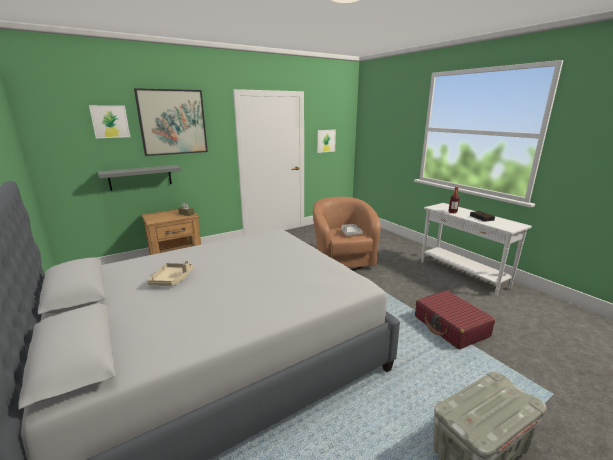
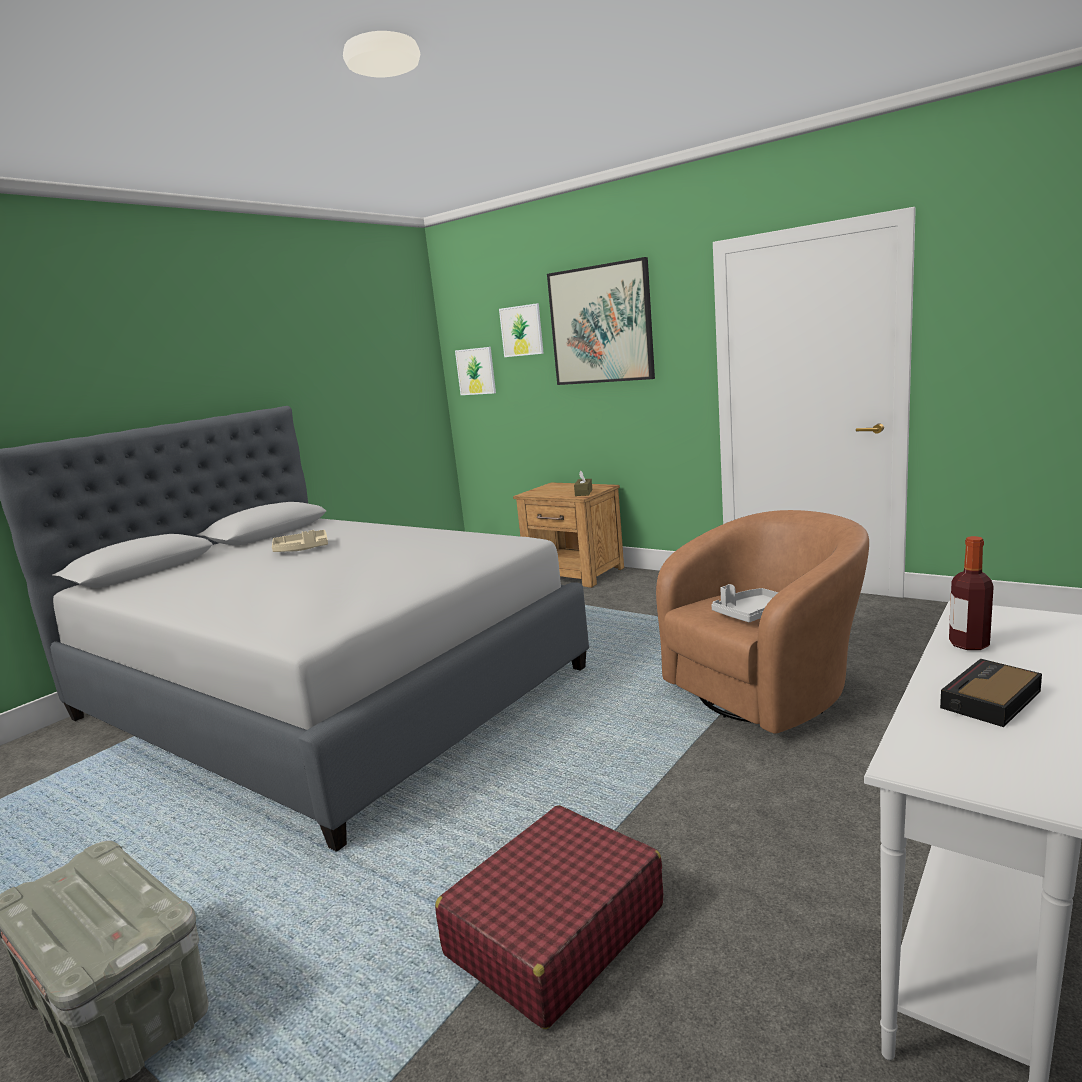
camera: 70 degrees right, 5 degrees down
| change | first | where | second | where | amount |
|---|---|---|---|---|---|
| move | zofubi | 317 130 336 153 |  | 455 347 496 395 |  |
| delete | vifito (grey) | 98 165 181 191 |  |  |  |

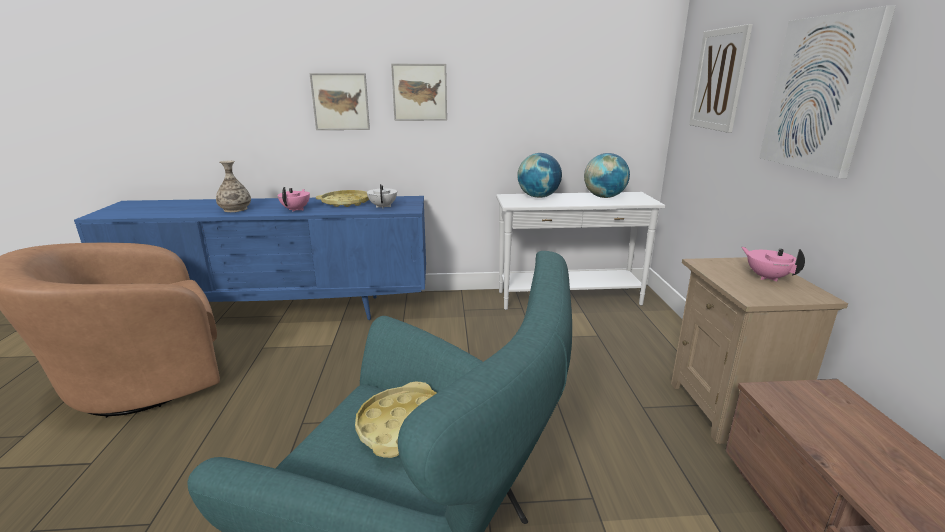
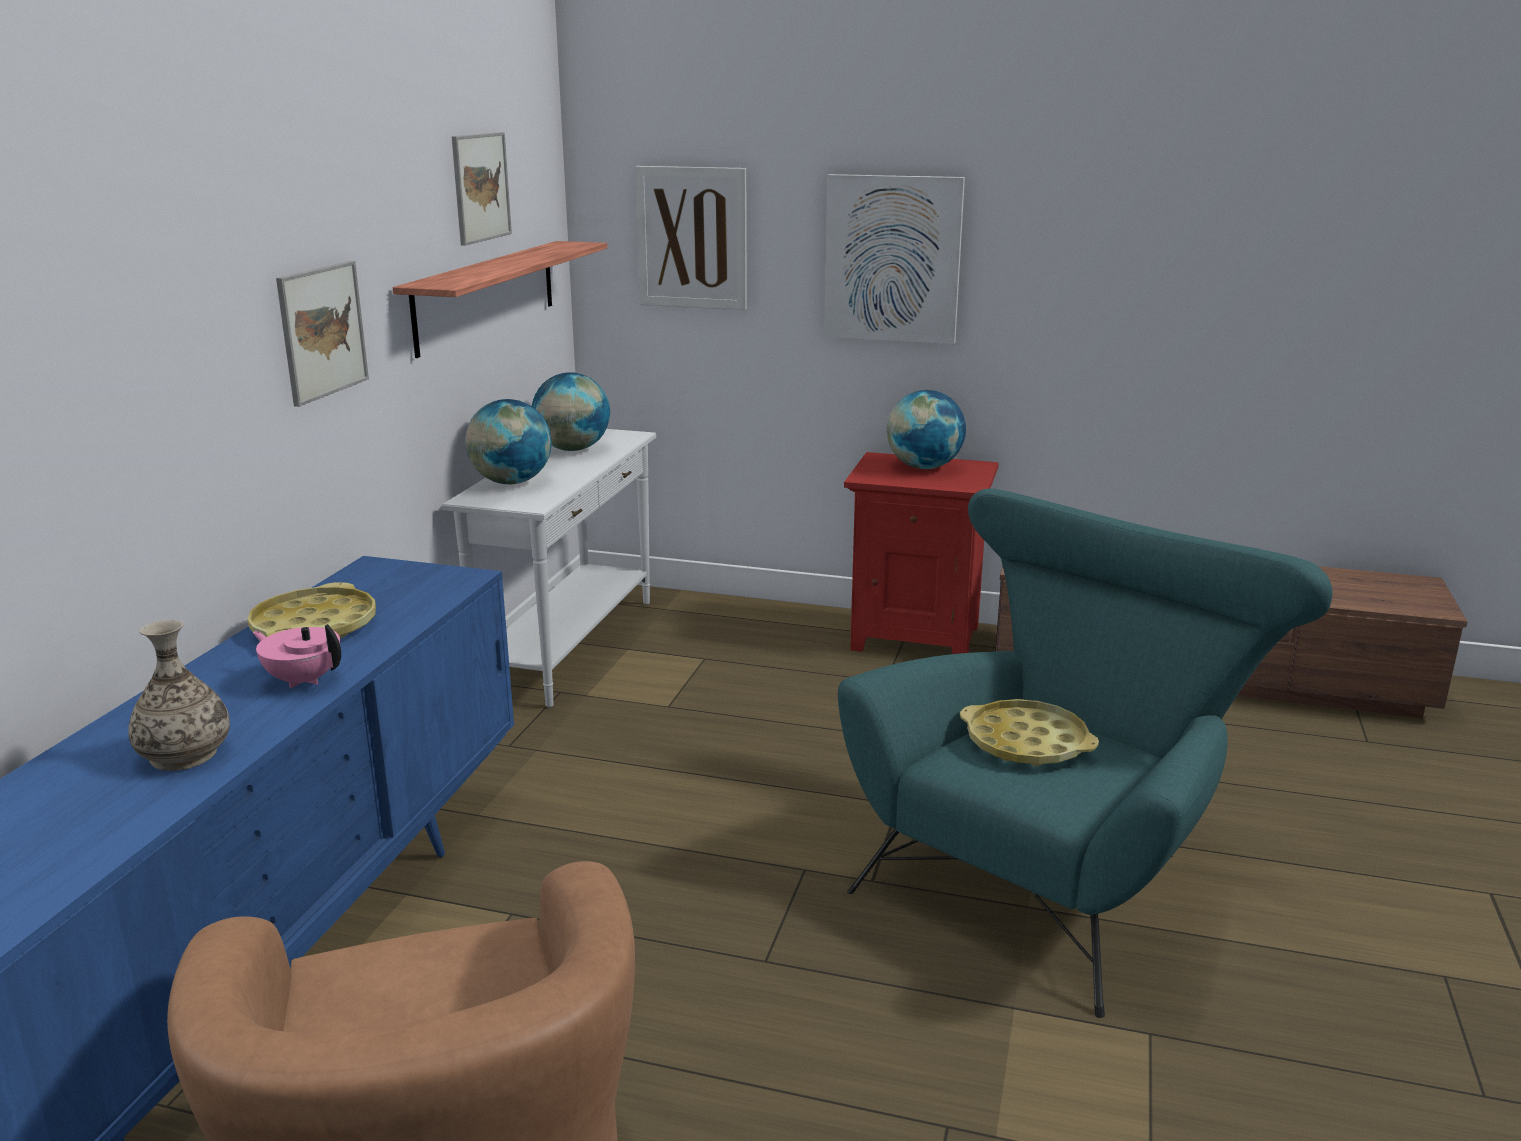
camera: 70 degrees left, 0 degrees up
| change | first | where | second | where | amount |
|---|---|---|---|---|---|
| move | zofubi | 309 73 370 130 |  | 452 132 512 246 |  |
| delete | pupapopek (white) | 367 184 397 207 |  |  |  |
| replace | pupapopek (pink) | 742 247 805 282 | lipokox | 887 390 966 469 |  |
| recolor | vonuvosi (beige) | 671 257 848 444 | vonuvosi (red) | 844 452 999 654 |  |
| insert |  |  | vifito | 393 241 607 358 |  |

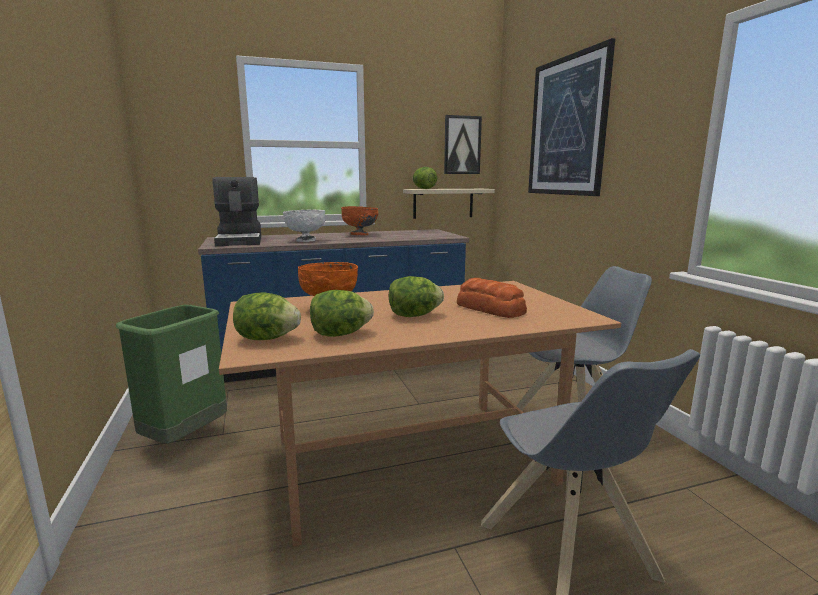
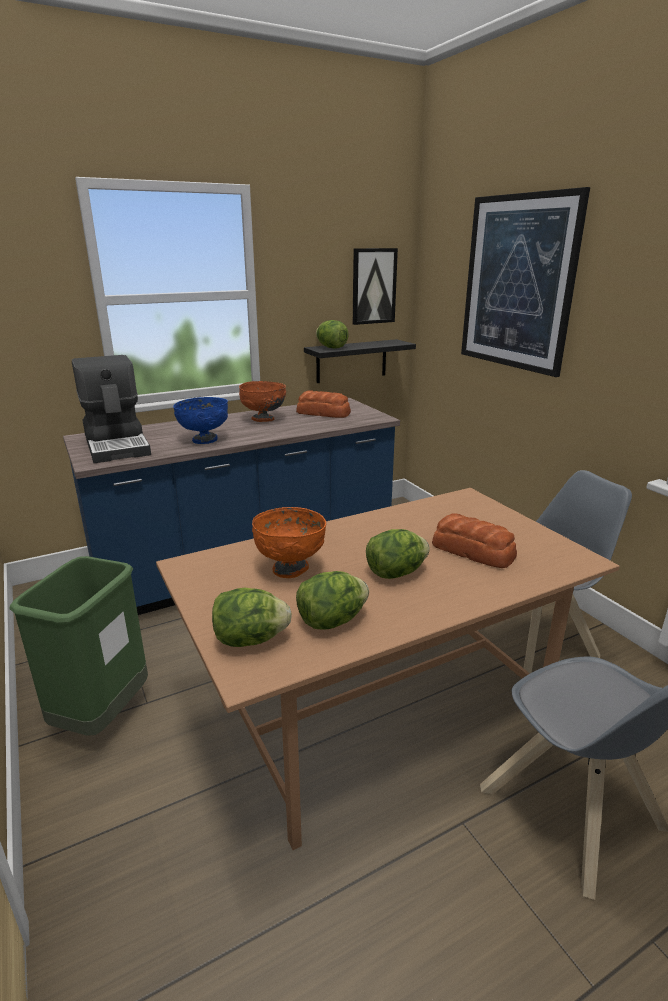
camera: 10 degrees left, 10 degrees up
| change | first | where | second | where | amount |
|---|---|---|---|---|---|
| recolor | vifito (beige) | 403 189 495 219 | vifito (black) | 304 339 416 383 |  |
| recolor | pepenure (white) | 283 210 325 242 | pepenure (blue) | 173 397 228 444 |  |
| insert |  |  | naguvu | 296 390 351 418 |  |

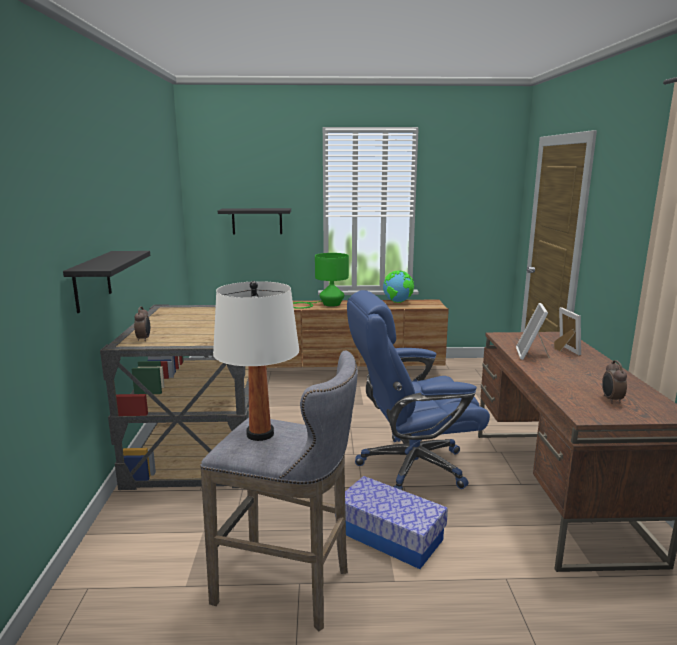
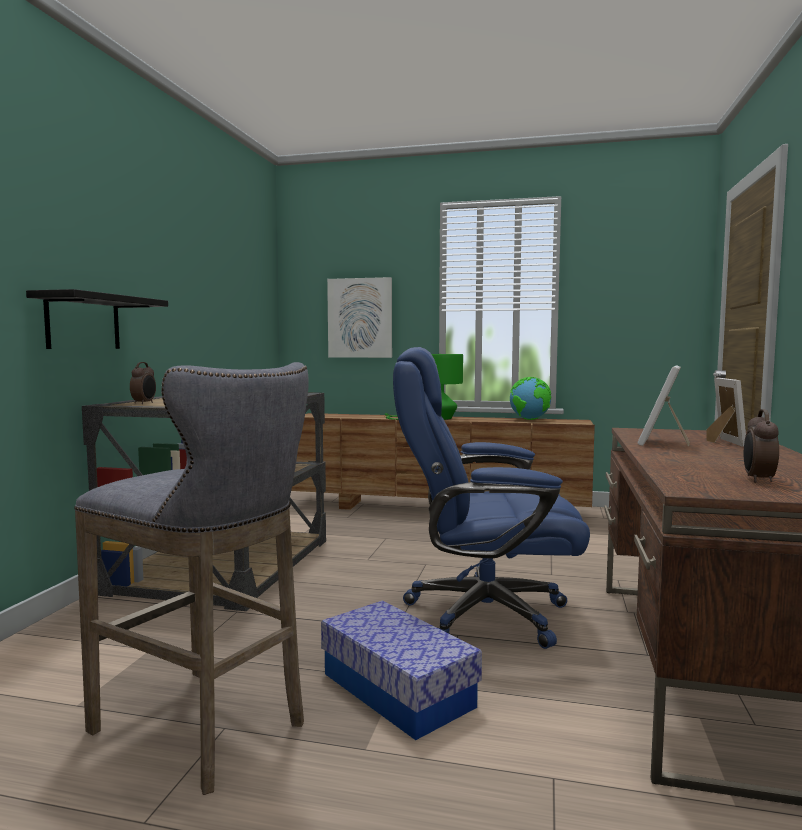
camera: 15 degrees right, 10 degrees down
| change | first | where | second | where | amount |
|---|---|---|---|---|---|
| replace | vifito (black) | 218 208 291 234 | zofubi | 327 277 392 358 |  |
| delete | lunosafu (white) | 213 281 299 441 |  |  |  |

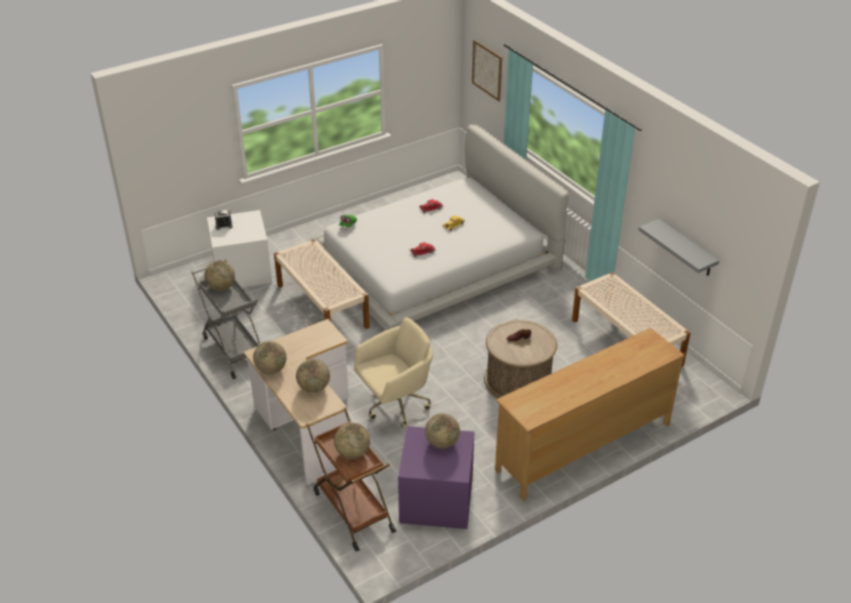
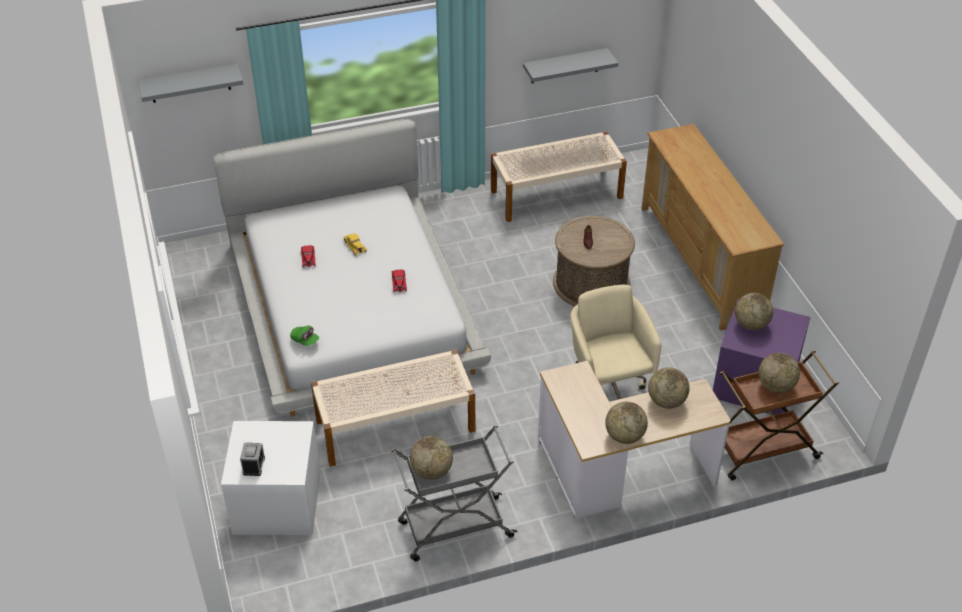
camera: 75 degrees left, 5 degrees up
| change | first | where | second | where | amount |
|---|---|---|---|---|---|
| replace | zofubi | 472 39 502 101 | vifito (grey) | 138 64 243 103 |  |

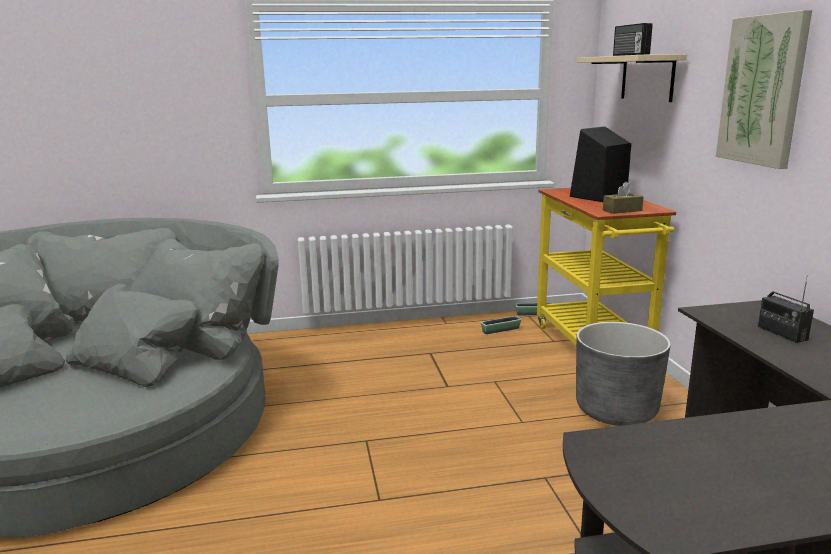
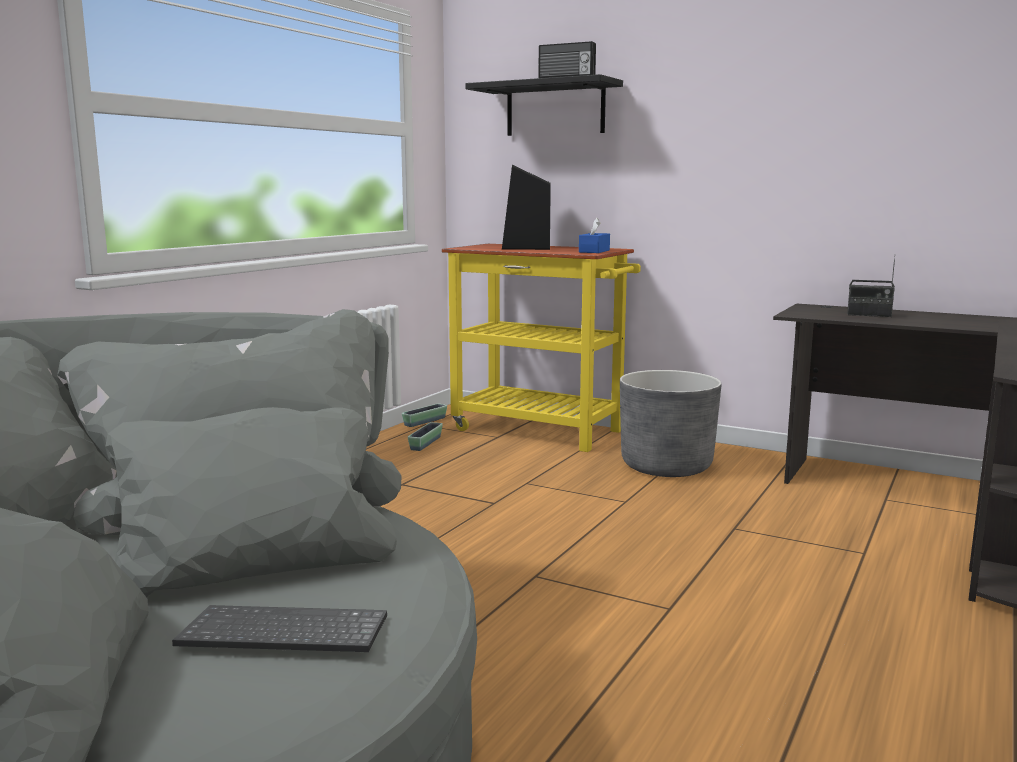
camera: 50 degrees left, 5 degrees down
| change | first | where | second | where | amount |
|---|---|---|---|---|---|
| delete | zofubi | 716 10 812 169 |  |  |  |
| recolor | vifito (beige) | 577 54 687 102 | vifito (black) | 465 74 623 136 |  |
| recolor | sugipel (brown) | 603 182 644 214 | sugipel (blue) | 579 218 610 253 |  |
| insert |  |  | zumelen | 172 605 387 652 |  |

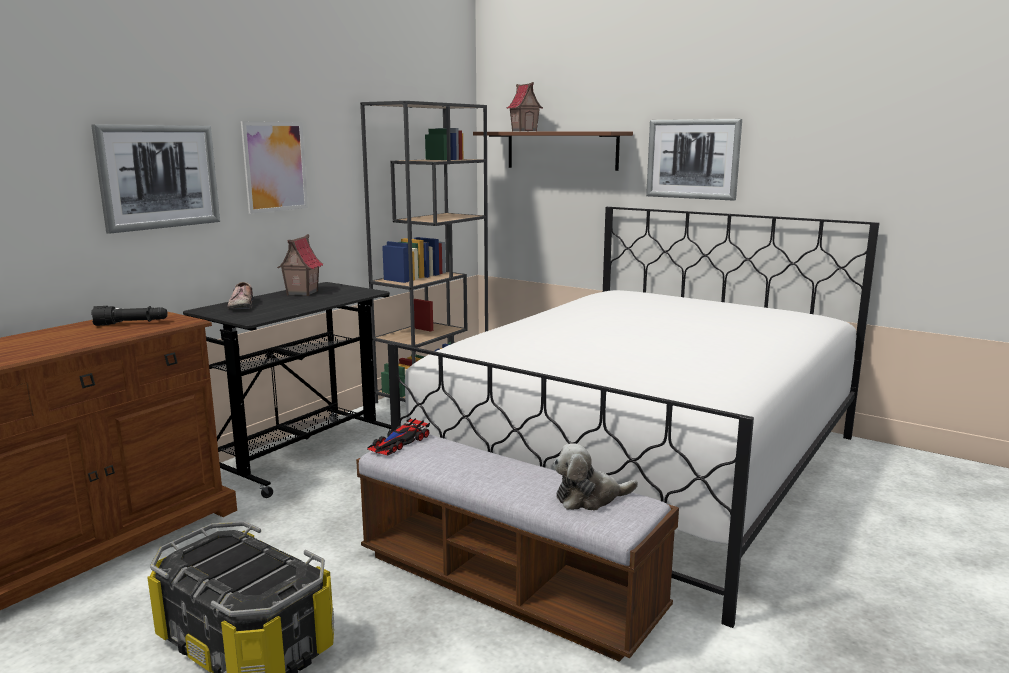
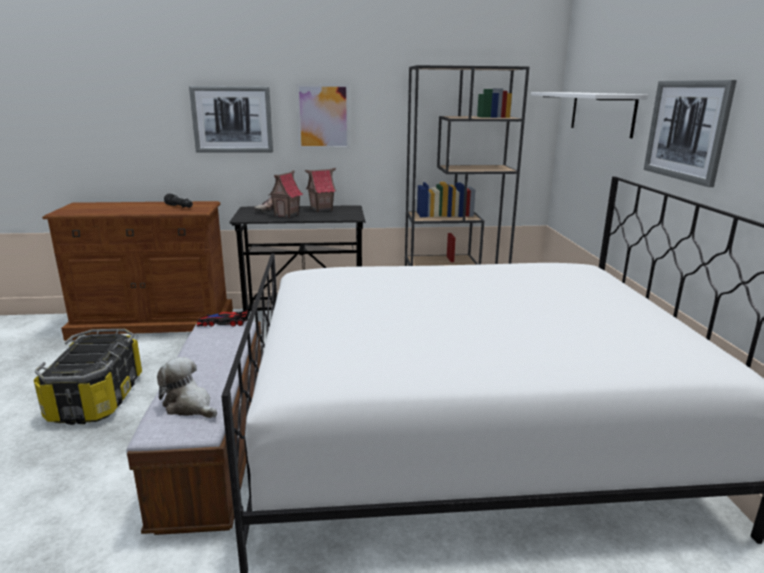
camera: 50 degrees right, 5 degrees up
| change | first | where | second | where | amount |
|---|---|---|---|---|---|
| move | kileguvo | 507 82 543 131 |  | 268 171 303 218 |  |
| recolor | vifito (brown) | 473 131 633 171 | vifito (white) | 531 92 648 138 |  |

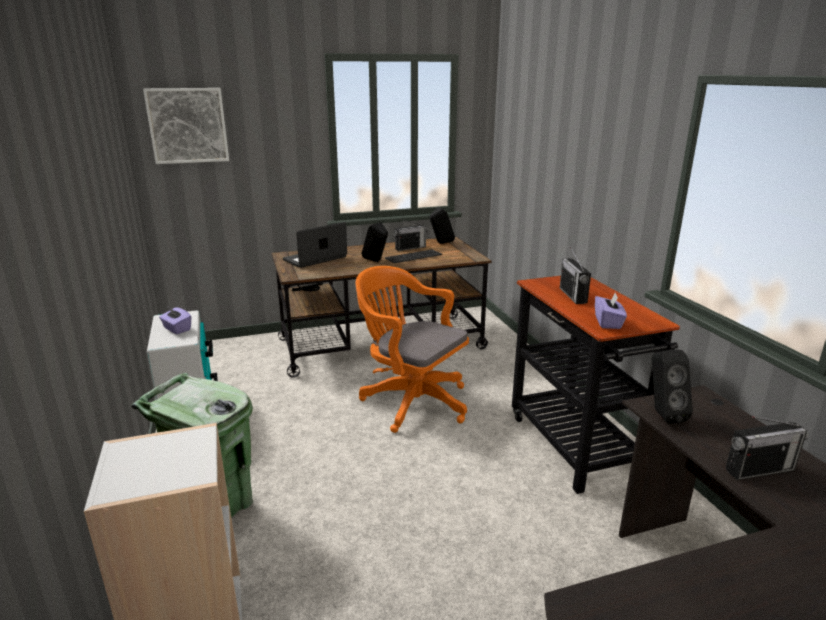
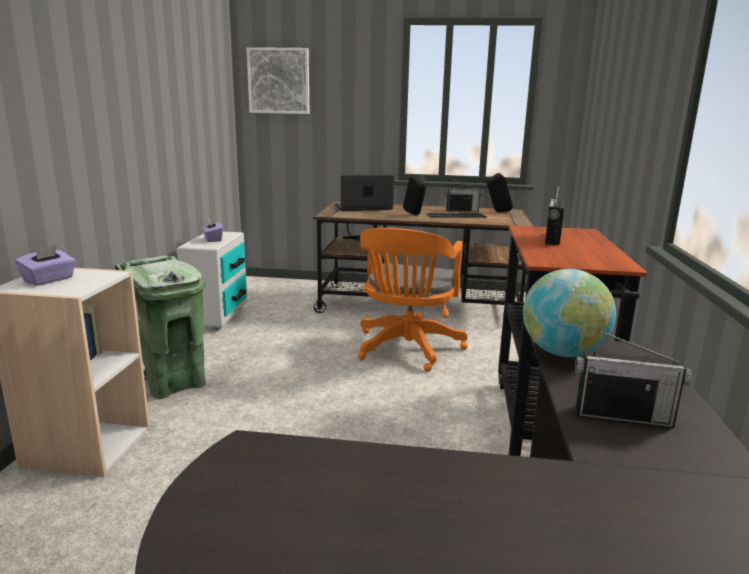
camera: 25 degrees right, 5 degrees down
| change | first | where | second | where | amount |
|---|---|---|---|---|---|
| rotate | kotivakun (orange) | 355 266 469 433 |  | 358 228 468 372 | 135 degrees counterclockwise |
| move | sugipel (purple) | 595 292 627 329 |  | 15 245 76 286 |  |
| replace | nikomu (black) | 652 350 693 424 | lipokox | 523 269 616 357 |  |

